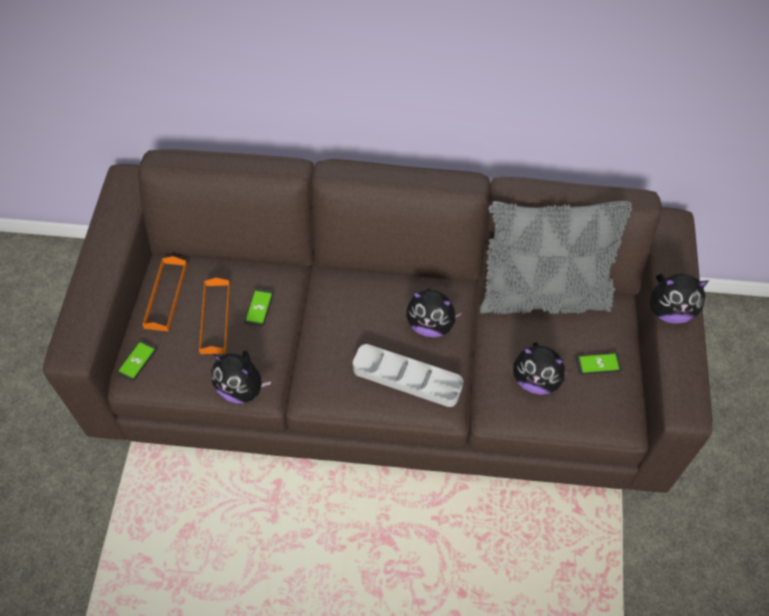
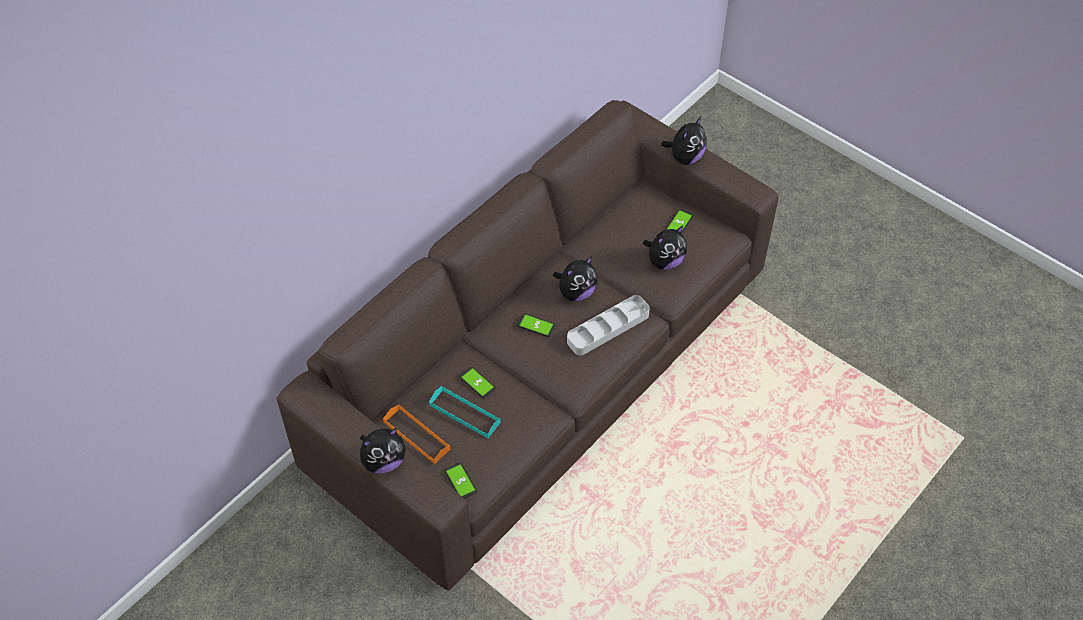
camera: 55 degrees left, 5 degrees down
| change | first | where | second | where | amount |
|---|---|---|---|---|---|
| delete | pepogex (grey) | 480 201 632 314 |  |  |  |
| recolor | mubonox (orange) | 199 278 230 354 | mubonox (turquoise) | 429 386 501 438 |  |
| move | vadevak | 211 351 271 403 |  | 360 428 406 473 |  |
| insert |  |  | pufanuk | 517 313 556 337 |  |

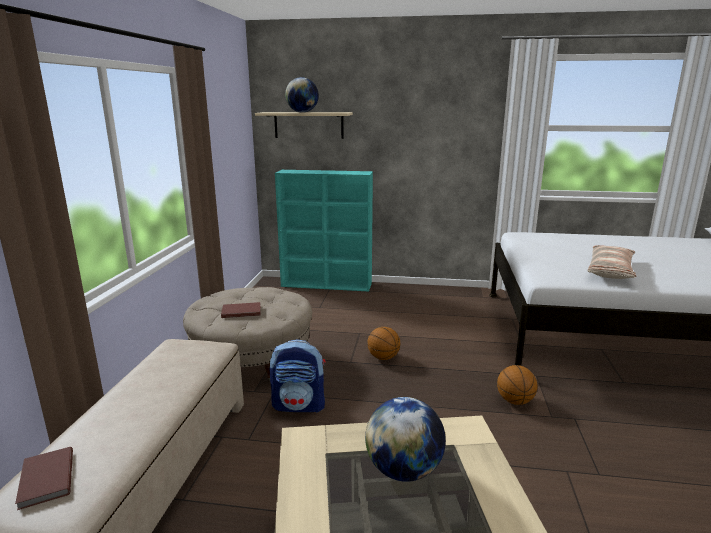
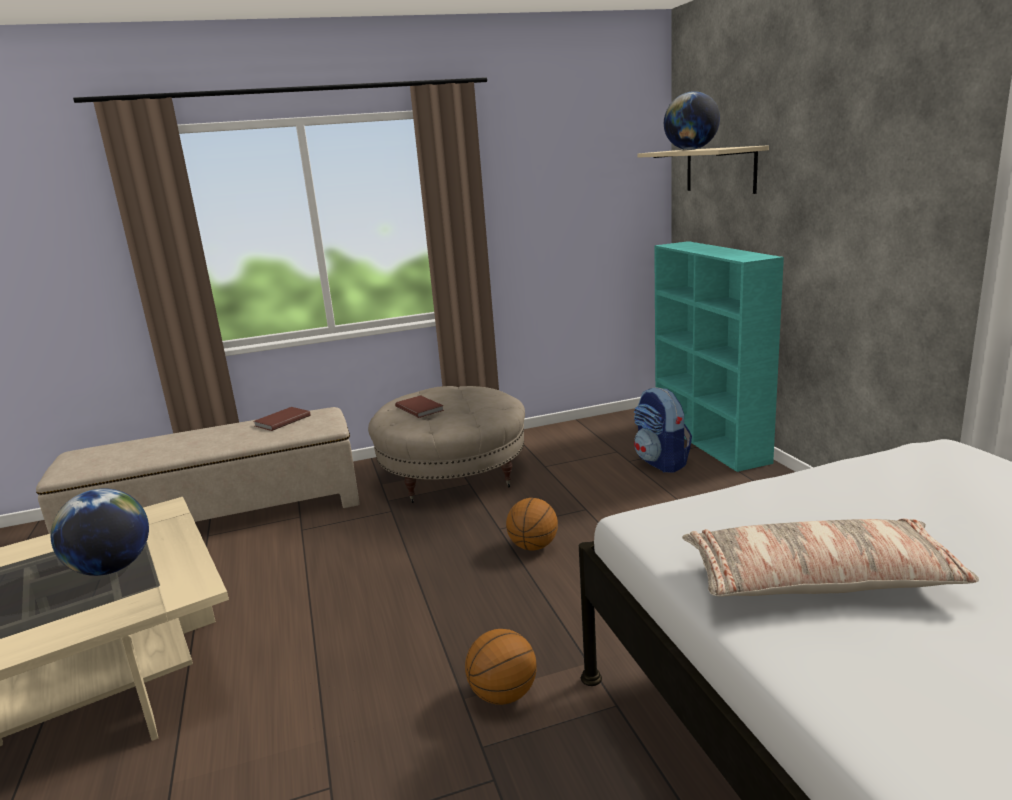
camera: 65 degrees right, 0 degrees up
| change | first | where | second | where | amount |
|---|---|---|---|---|---|
| move | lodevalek | 270 339 326 413 |  | 634 387 692 473 |  |
| move | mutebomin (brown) | 15 447 73 510 |  | 254 407 311 431 |  |

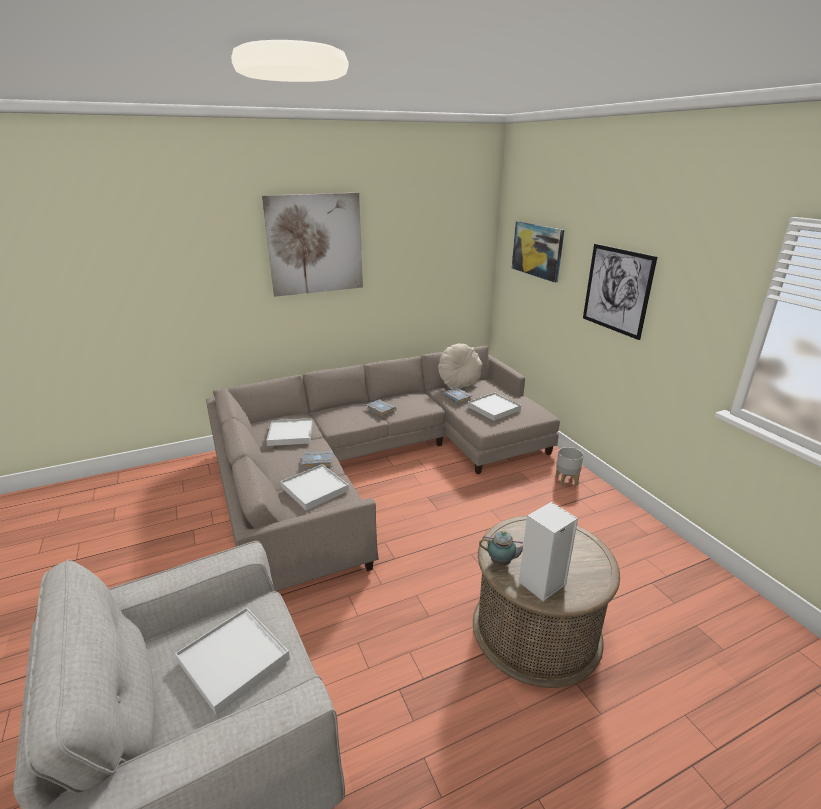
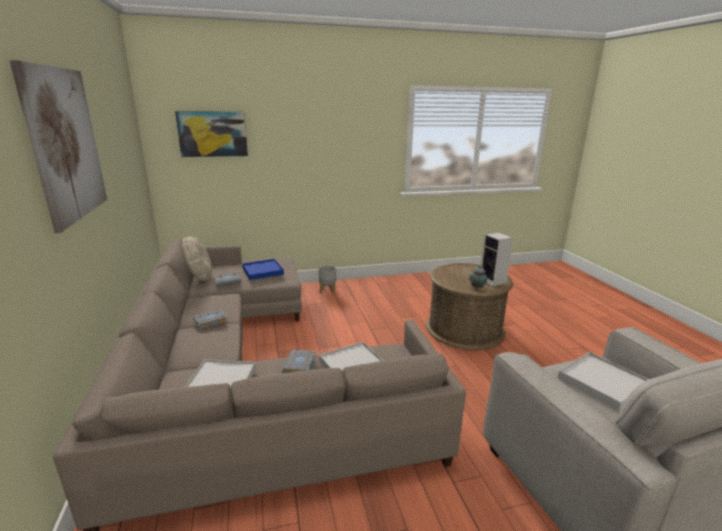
camera: 80 degrees left, 5 degrees down
| change | first | where | second | where | amount |
|---|---|---|---|---|---|
| delete | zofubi | 583 244 657 340 |  |  |  |
| recolor | mubonox (white) | 468 392 521 421 | mubonox (blue) | 242 259 284 280 |  |

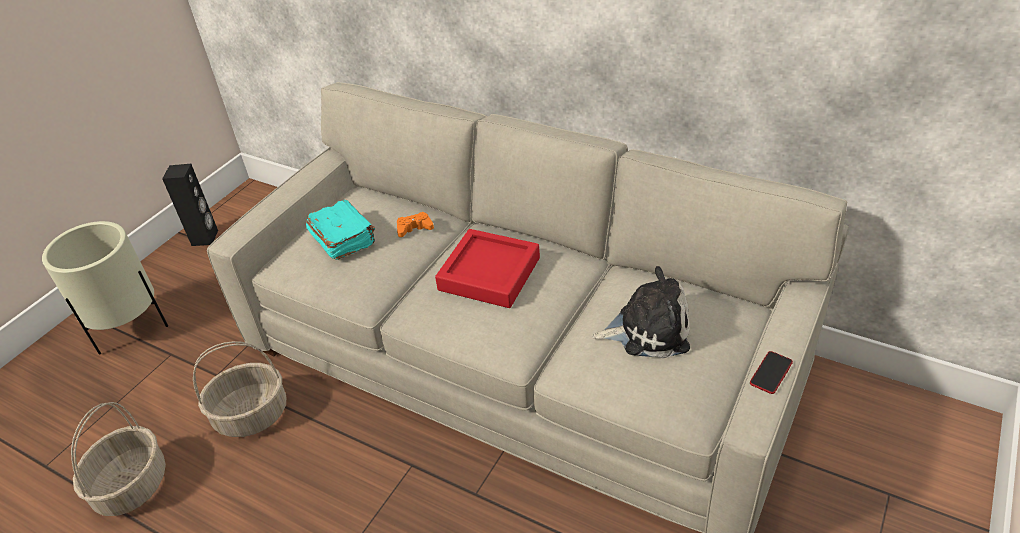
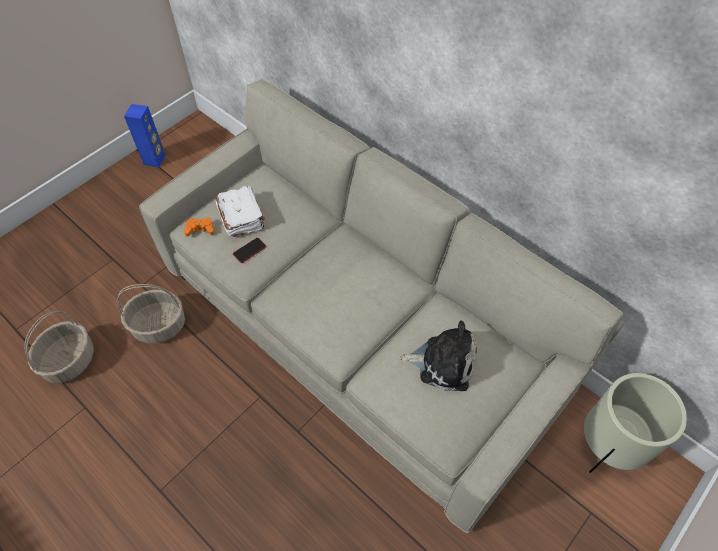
camera: 10 degrees right, 15 degrees up
| change | first | where | second | where | amount |
|---|---|---|---|---|---|
| recolor | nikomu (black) | 162 164 218 246 | nikomu (blue) | 124 104 166 167 |  |
| recolor | mutebomin (turquoise) | 306 200 375 260 | mutebomin (white) | 216 185 265 237 |  |
| move | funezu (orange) | 397 212 434 237 |  | 184 218 214 236 |  |
| move | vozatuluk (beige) | 42 221 168 355 |  | 584 373 687 473 |  |
| delete | mubonox (red) | 435 229 540 308 |  |  |  |
| move | pufanuk | 750 351 793 394 |  | 233 238 266 263 |  |

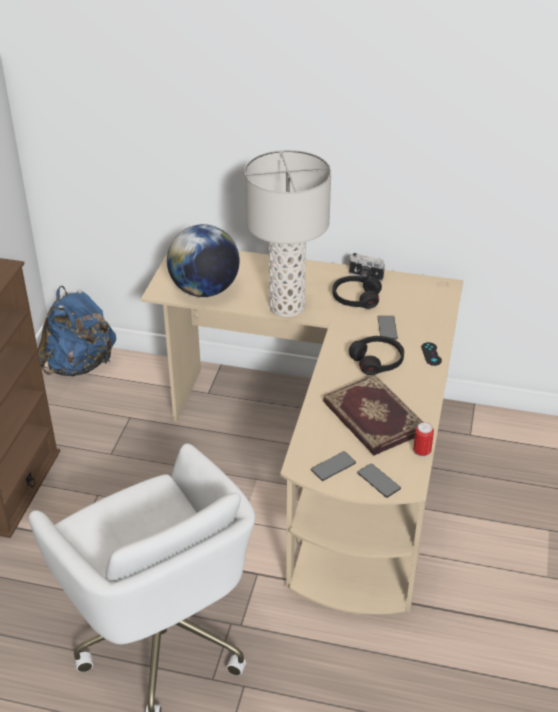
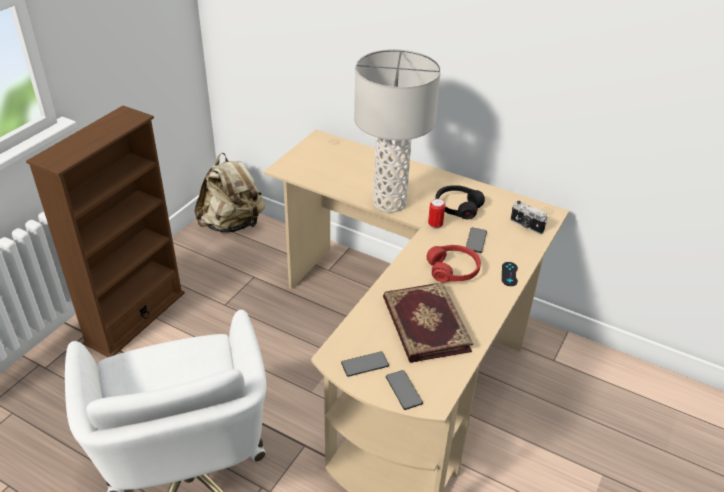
camera: 15 degrees right, 0 degrees up
| change | first | where | second | where | amount |
|---|---|---|---|---|---|
| delete | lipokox | 167 224 239 297 |  |  |  |
| move | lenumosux | 349 253 385 281 |  | 510 201 547 234 |  |
| recolor | lodevalek (blue) | 38 286 116 376 | lodevalek (beige) | 194 153 265 233 |  |
| recolor | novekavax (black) | 349 336 404 375 | novekavax (red) | 427 245 481 282 |  |
| move | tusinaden | 413 422 434 457 |  | 428 199 445 229 |  |

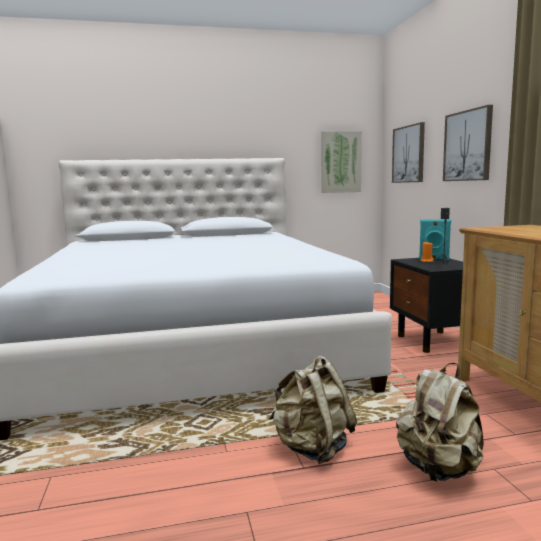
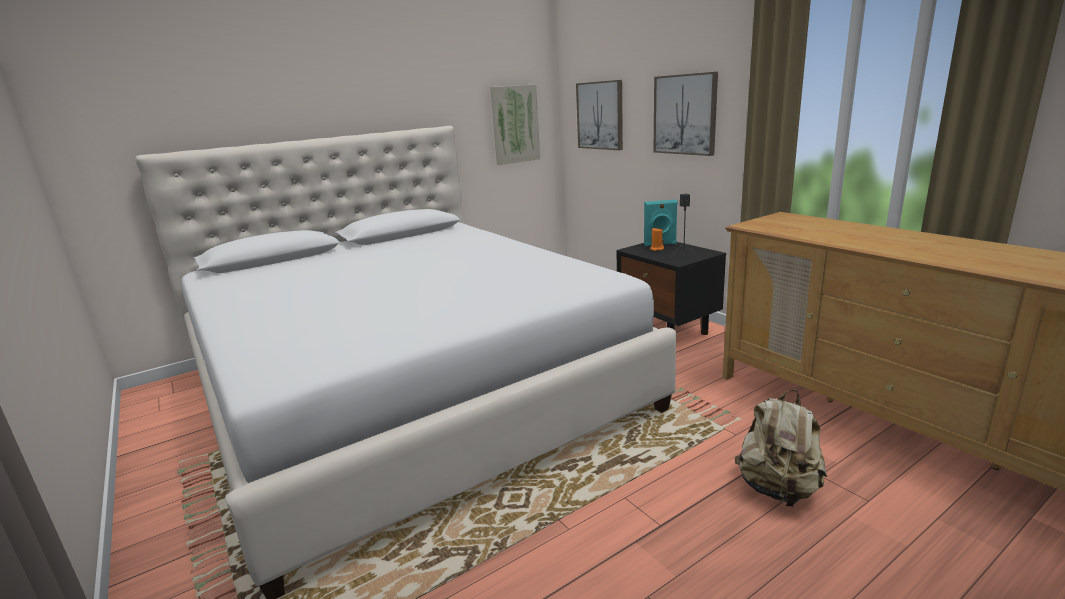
camera: 20 degrees left, 10 degrees up
| change | first | where | second | where | amount |
|---|---|---|---|---|---|
| delete | lodevalek (beige) | 268 356 357 464 |  |  |  |

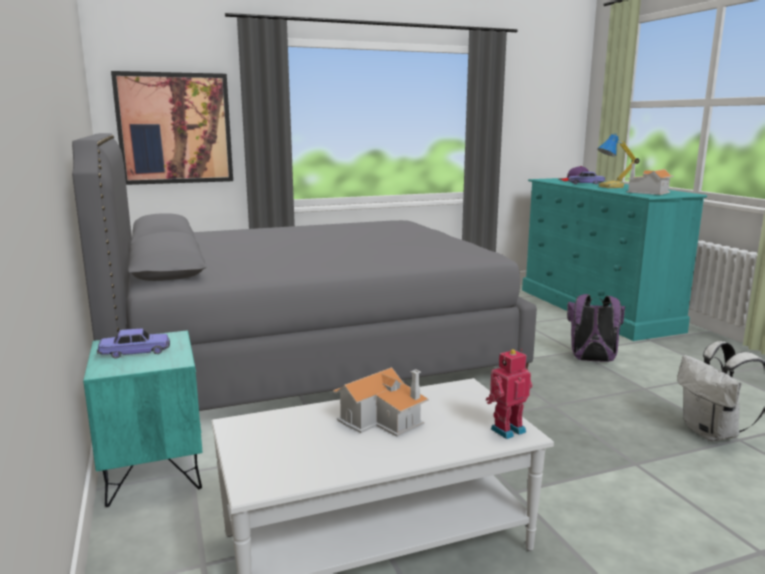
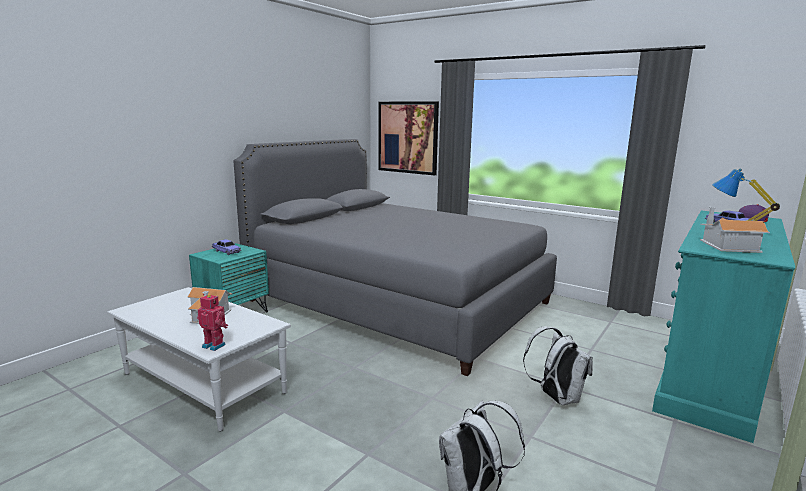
camera: 55 degrees right, 0 degrees up
| change | first | where | second | where | amount |
|---|---|---|---|---|---|
| recolor | lodevalek (purple) | 567 294 625 362 | lodevalek (white) | 523 326 593 405 |  |

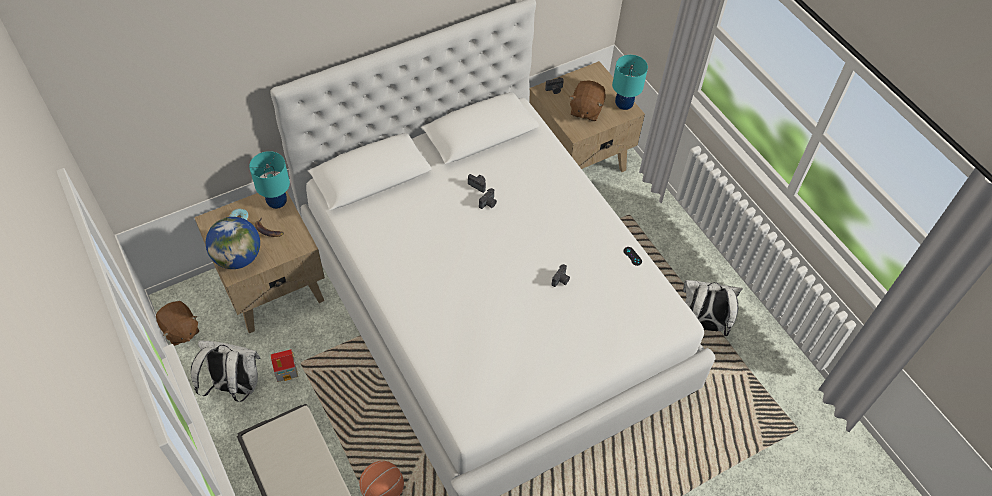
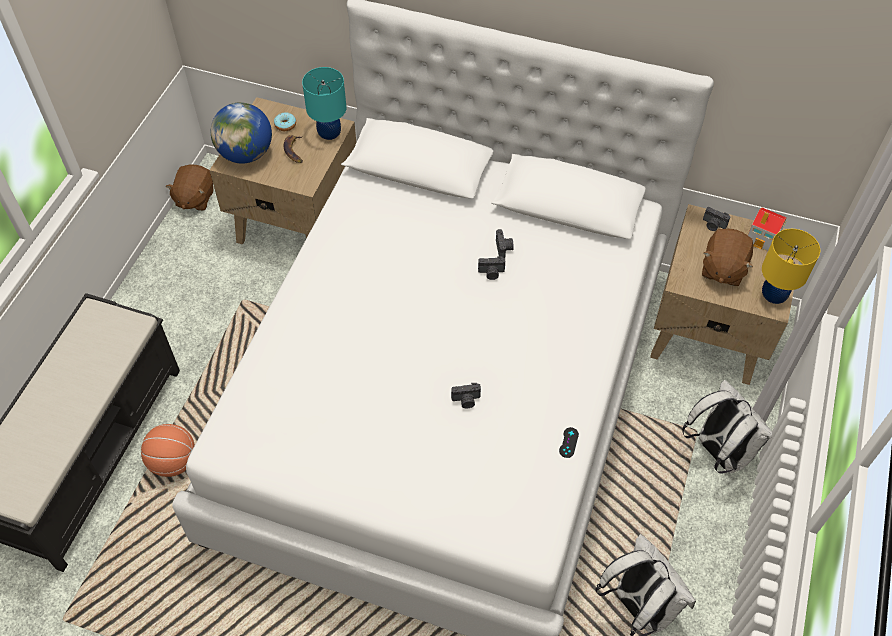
camera: 50 degrees right, 0 degrees up
| change | first | where | second | where | amount |
|---|---|---|---|---|---|
| recolor | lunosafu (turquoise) | 612 55 648 110 | lunosafu (yellow) | 762 229 820 304 |  |
| rotate | vadevak (brown) | 570 81 606 121 |  | 702 228 753 286 | 45 degrees counterclockwise |
| move | lodevalek (white) | 191 341 261 402 |  | 682 380 772 474 |  |
| move | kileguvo | 271 349 298 382 |  | 748 207 786 251 |  |

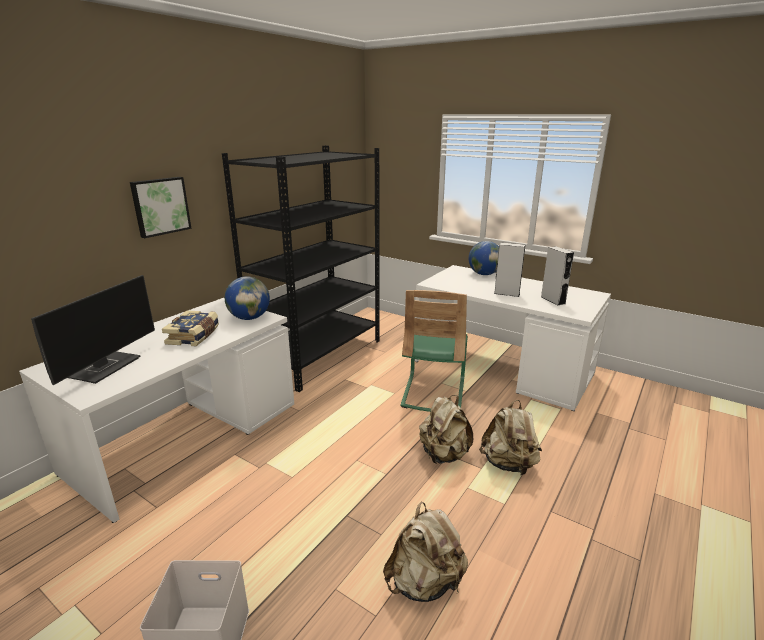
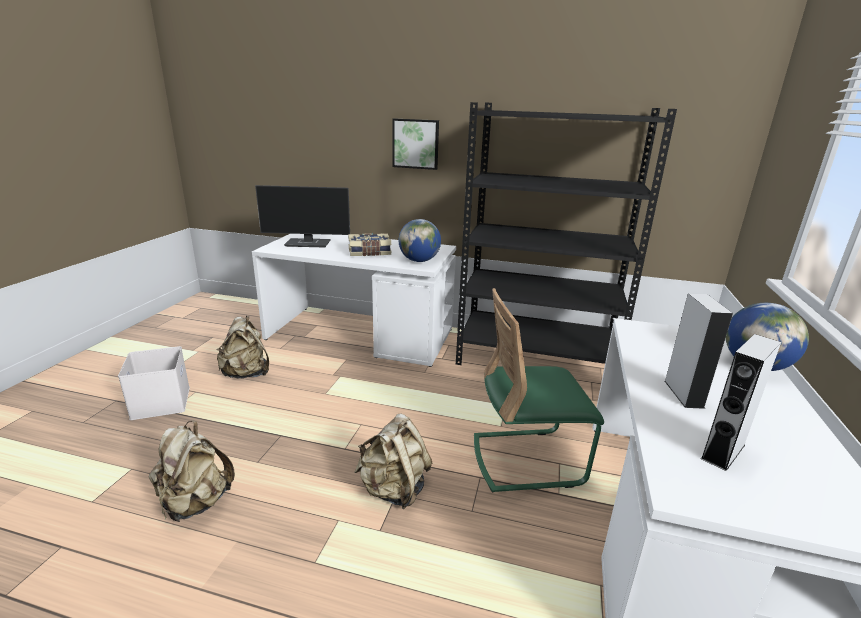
camera: 70 degrees right, 0 degrees up
| change | first | where | second | where | amount |
|---|---|---|---|---|---|
| move | lodevalek (beige) | 479 400 542 476 |  | 217 316 269 378 |  |

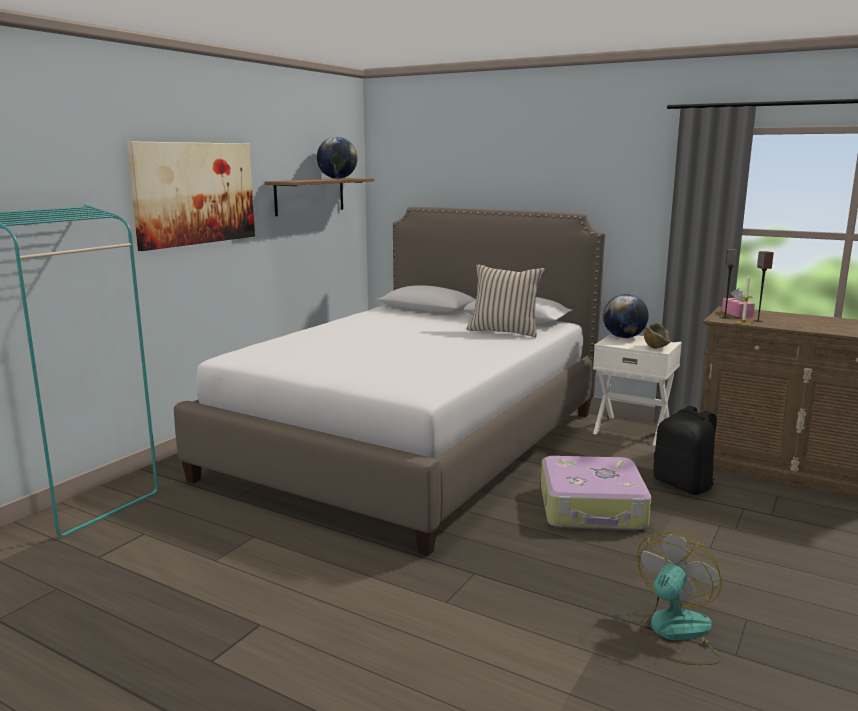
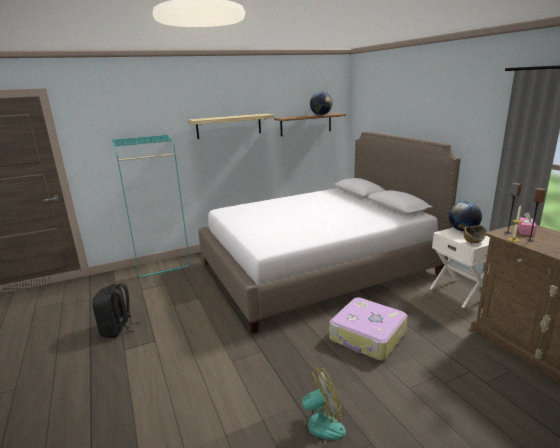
camera: 35 degrees right, 5 degrees up
| change | first | where | second | where | amount |
|---|---|---|---|---|---|
| replace | zofubi | 127 141 255 251 | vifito | 188 114 274 139 |  |
| delete | pepogex (beige) | 467 265 545 338 |  |  |  |
| move | lodevalek (black) | 653 406 717 495 |  | 92 283 140 338 |  |

